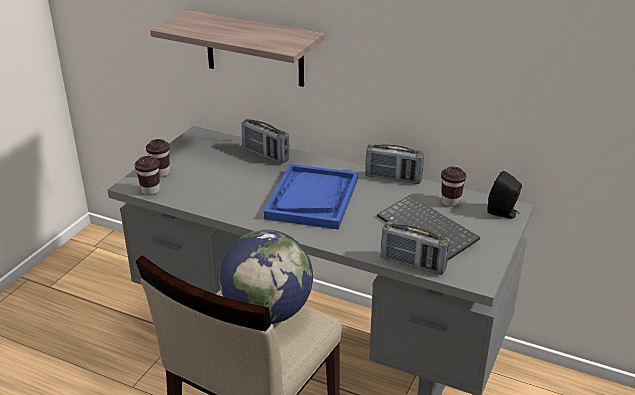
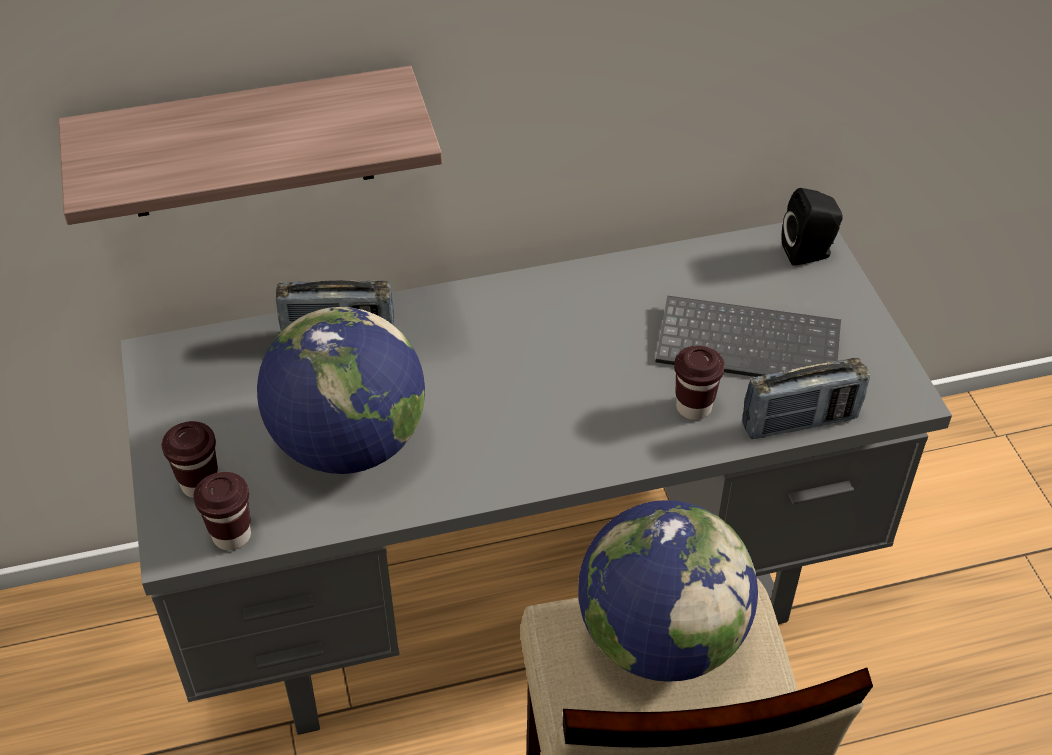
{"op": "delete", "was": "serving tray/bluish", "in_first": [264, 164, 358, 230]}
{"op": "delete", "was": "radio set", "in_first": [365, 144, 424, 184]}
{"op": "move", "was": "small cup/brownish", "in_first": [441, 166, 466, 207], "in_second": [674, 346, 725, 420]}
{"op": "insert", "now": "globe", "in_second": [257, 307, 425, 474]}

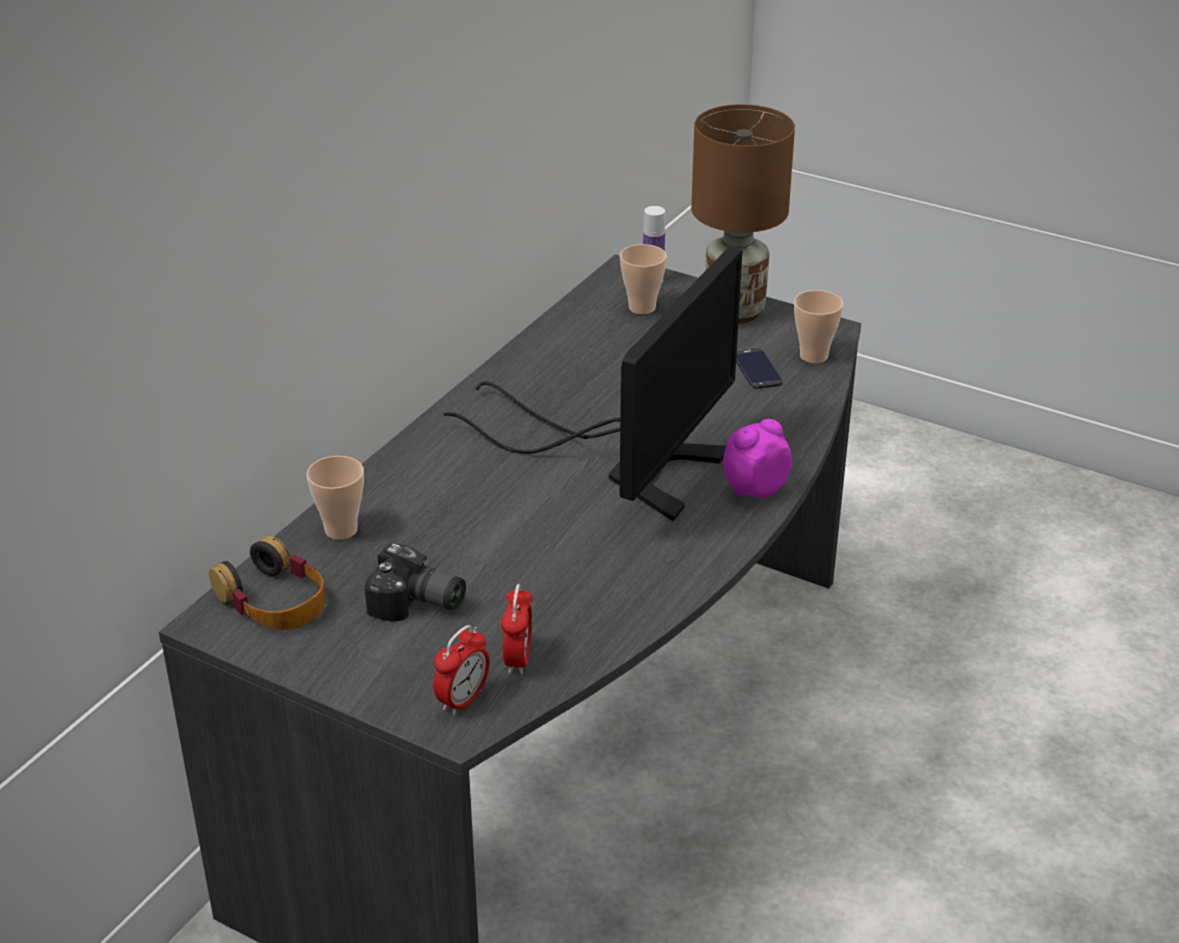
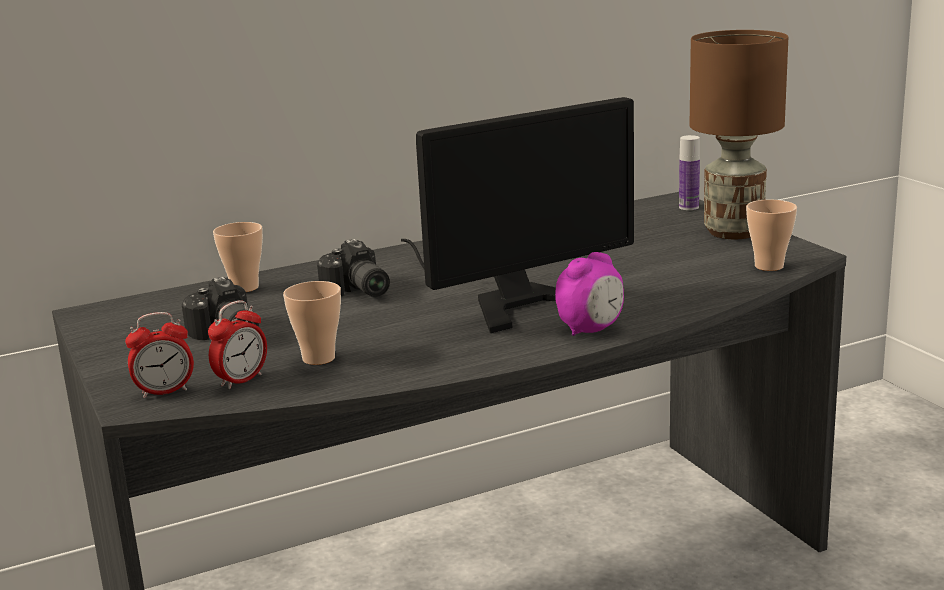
{"op": "delete", "was": "headset", "in_first": [209, 536, 325, 630]}
{"op": "move", "was": "small cup", "in_first": [620, 244, 667, 314], "in_second": [283, 281, 341, 365]}
{"op": "rotate", "was": "table clock", "in_first": [723, 419, 792, 498], "in_second": [555, 252, 624, 336], "clockwise": 135}
{"op": "delete", "was": "handset", "in_first": [736, 347, 783, 389]}
{"op": "insert", "now": "still camera", "in_second": [317, 239, 390, 297]}

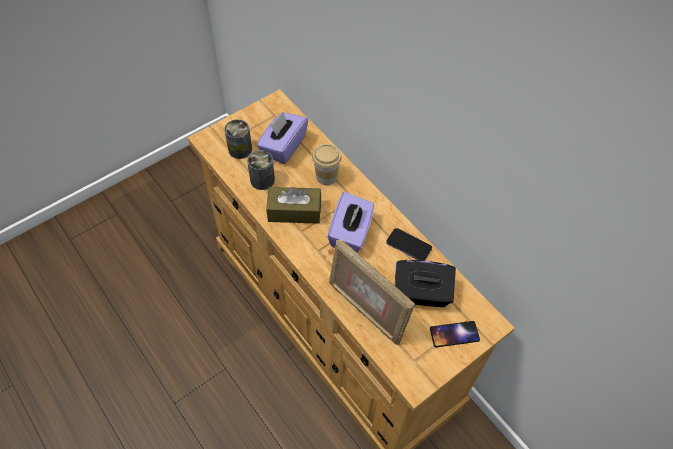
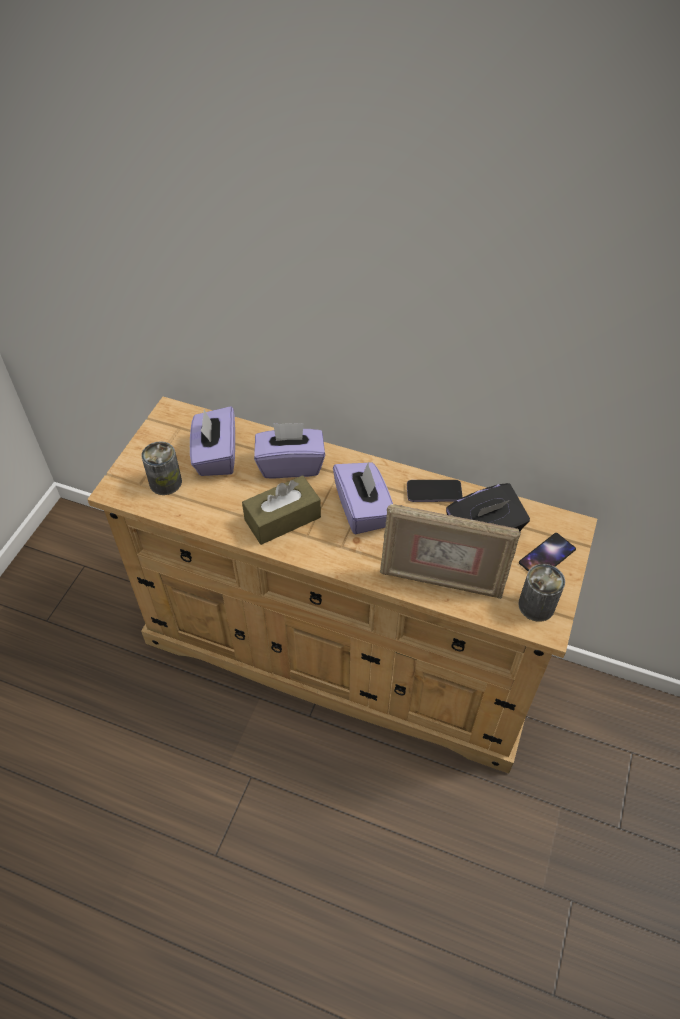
{"op": "move", "was": "metal can", "in_first": [247, 150, 275, 190], "in_second": [518, 564, 565, 622]}
{"op": "replace", "was": "small cup", "now": "tissue box/purple", "in_first": [312, 144, 342, 185], "in_second": [254, 423, 325, 478]}

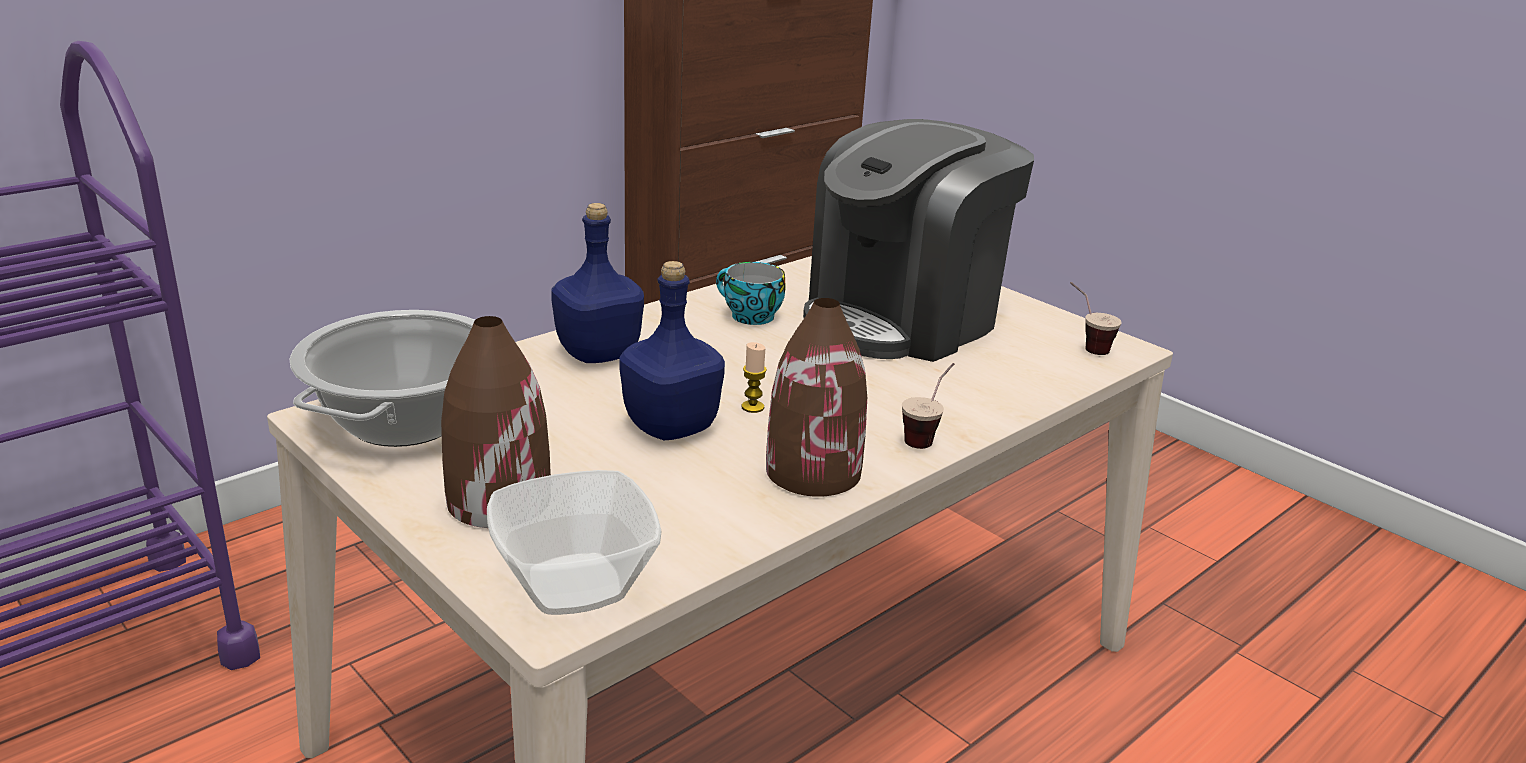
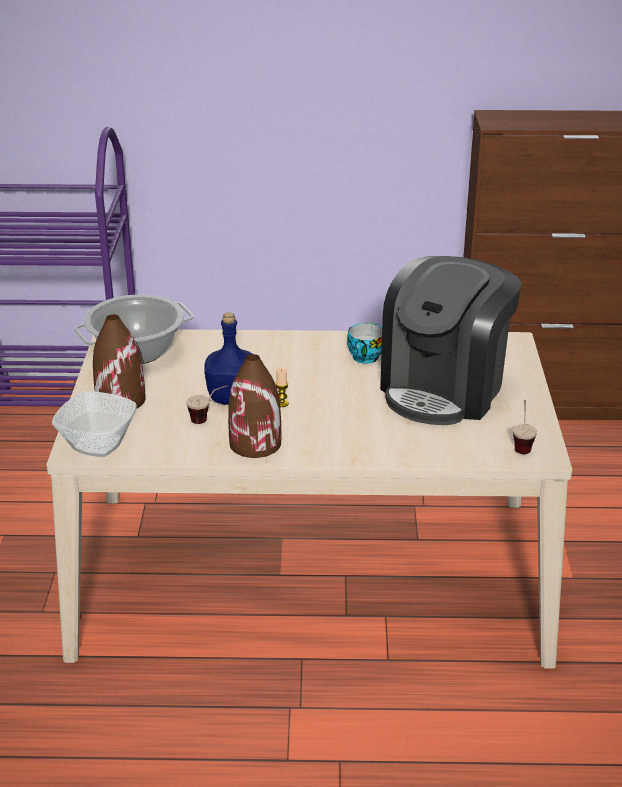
{"op": "delete", "was": "beverage bottle/bluish", "in_first": [551, 203, 644, 363]}
{"op": "rotate", "was": "coffee maker", "in_first": [803, 119, 1034, 362], "in_second": [380, 256, 522, 425], "clockwise": -60}
{"op": "move", "was": "small cup", "in_first": [902, 363, 954, 449], "in_second": [186, 385, 228, 424]}

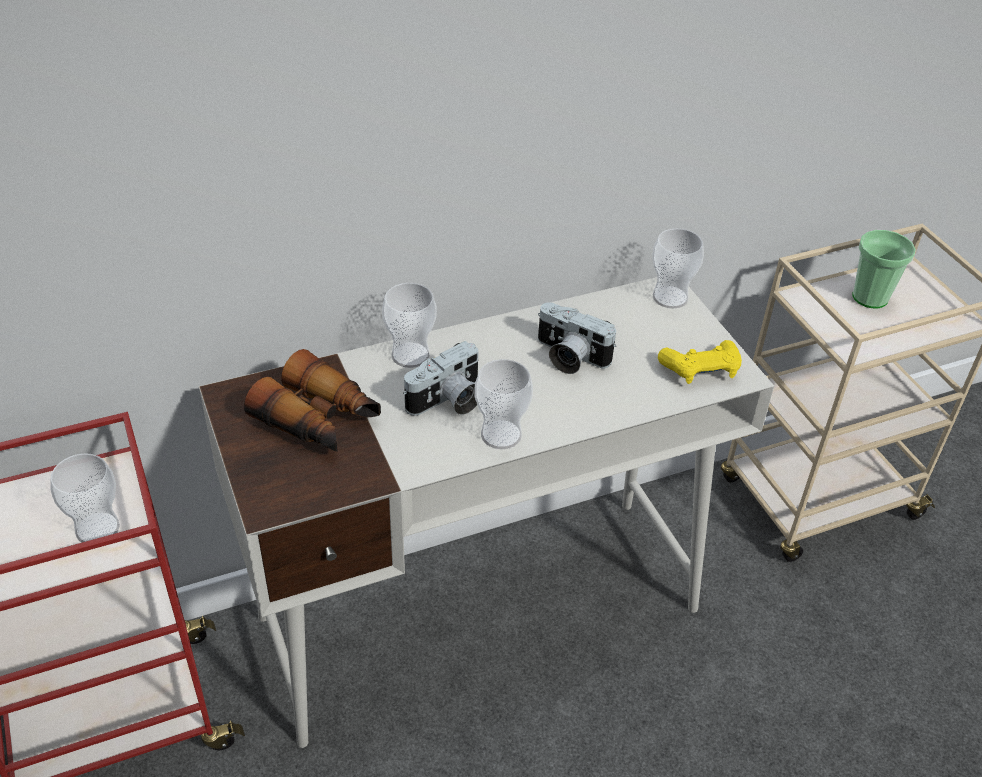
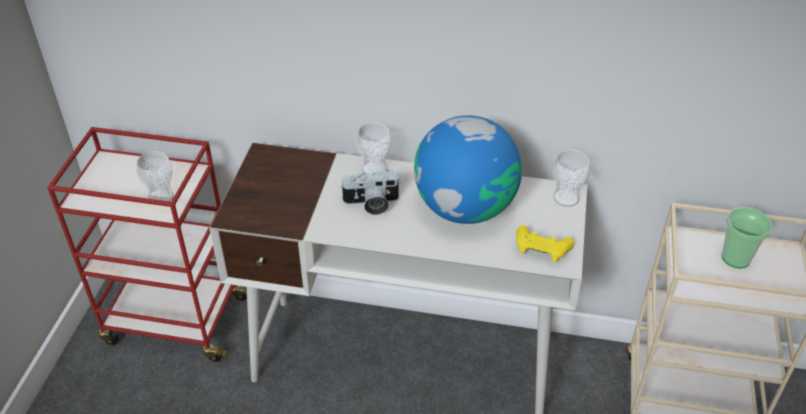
{"op": "delete", "was": "field glasses", "in_first": [244, 349, 381, 452]}
{"op": "delete", "was": "small cup", "in_first": [475, 359, 533, 449]}
{"op": "replace", "was": "still camera", "now": "globe", "in_first": [538, 302, 617, 374], "in_second": [414, 115, 522, 224]}

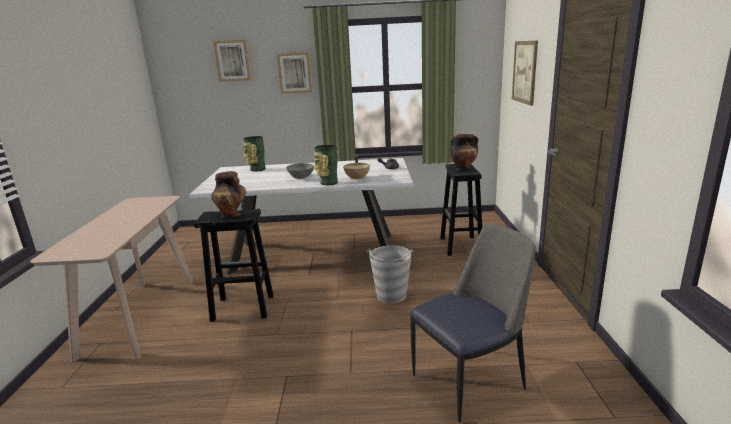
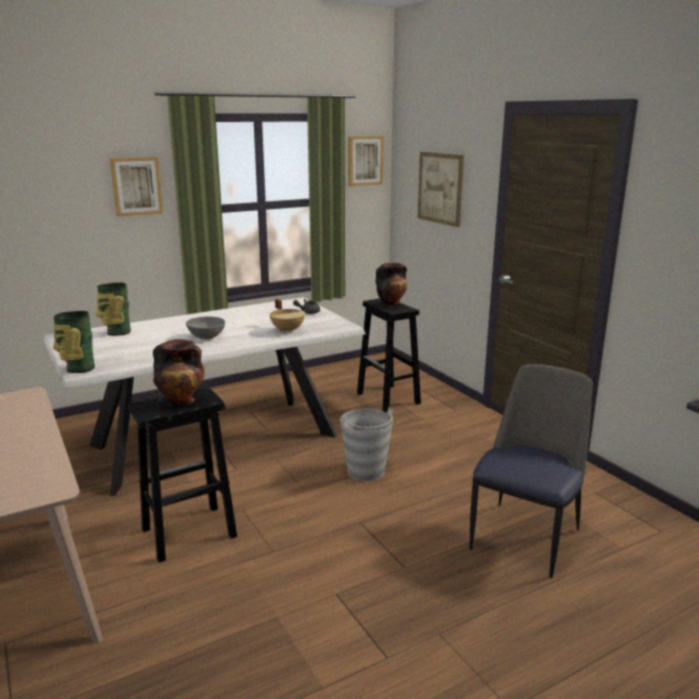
{"op": "move", "was": "picture", "in_first": [213, 40, 251, 82], "in_second": [348, 136, 384, 186]}
{"op": "move", "was": "vase", "in_first": [314, 145, 338, 186], "in_second": [53, 311, 95, 373]}

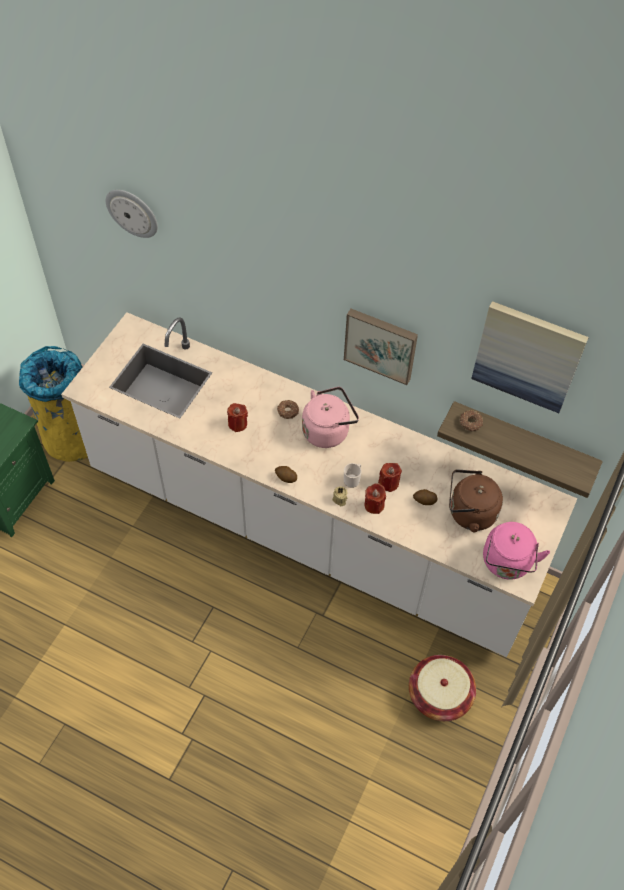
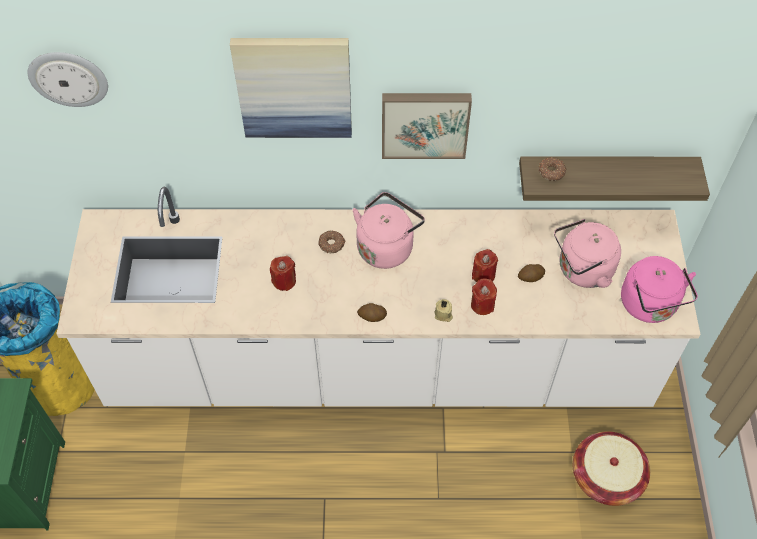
{"op": "delete", "was": "tea mug", "in_first": [344, 463, 361, 488]}
{"op": "recolor", "was": "kettle/brownish", "now": "kettle/pinkish", "in_first": [449, 470, 503, 533], "in_second": [554, 219, 621, 288]}
{"op": "move", "was": "picture", "in_first": [471, 301, 589, 413], "in_second": [230, 38, 352, 138]}

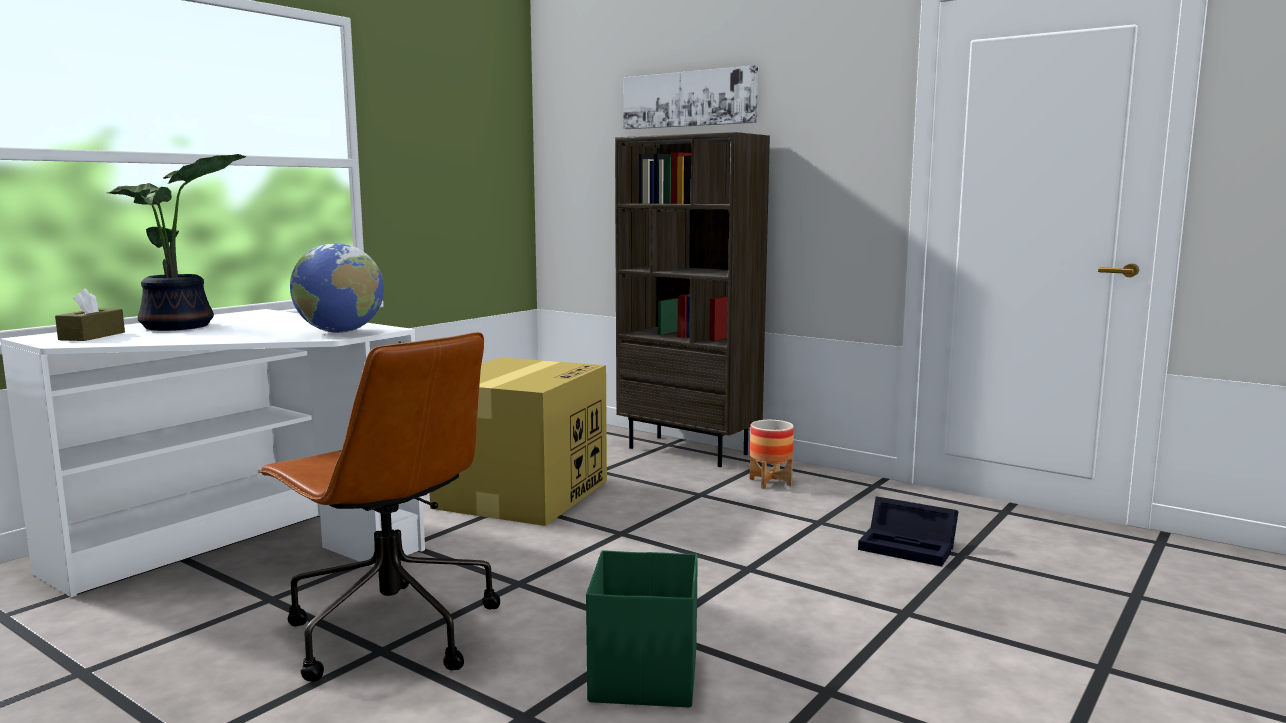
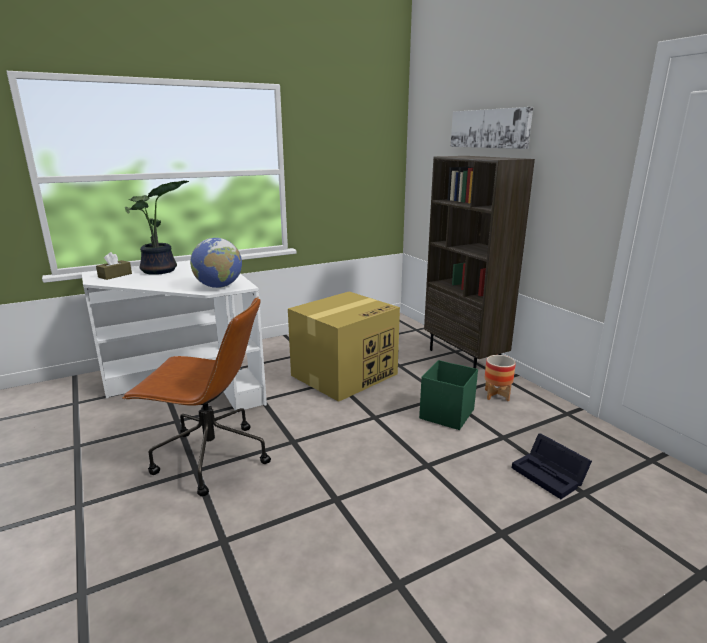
{"op": "rotate", "was": "desk chair/brownish", "in_first": [258, 332, 500, 682], "in_second": [122, 297, 271, 496], "clockwise": -60}
{"op": "move", "was": "storage container/green-coloured", "in_first": [586, 550, 698, 708], "in_second": [419, 360, 478, 430]}

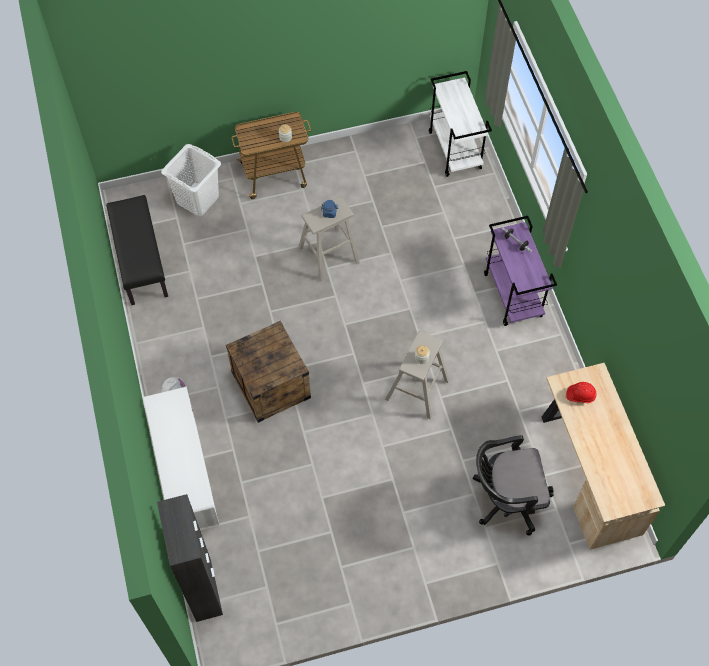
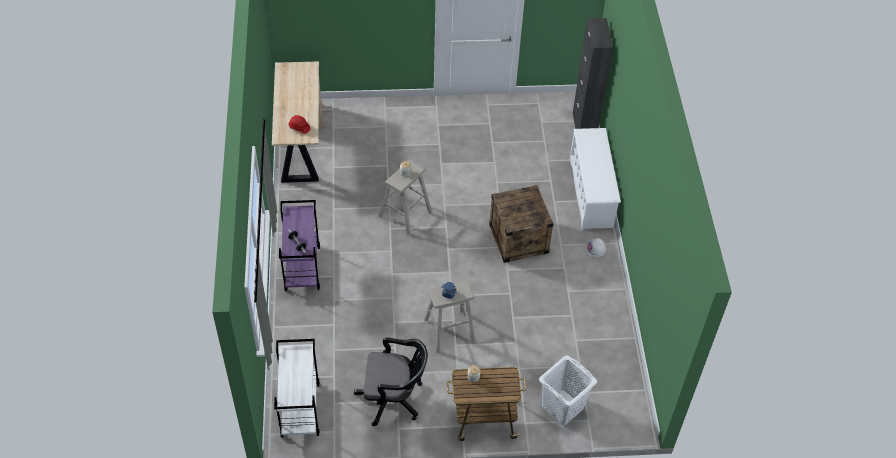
{"op": "delete", "was": "bench/black-coloured", "in_first": [106, 195, 168, 305]}
{"op": "move", "was": "desk chair/black-coloured", "in_first": [472, 435, 554, 535], "in_second": [354, 337, 428, 426]}

